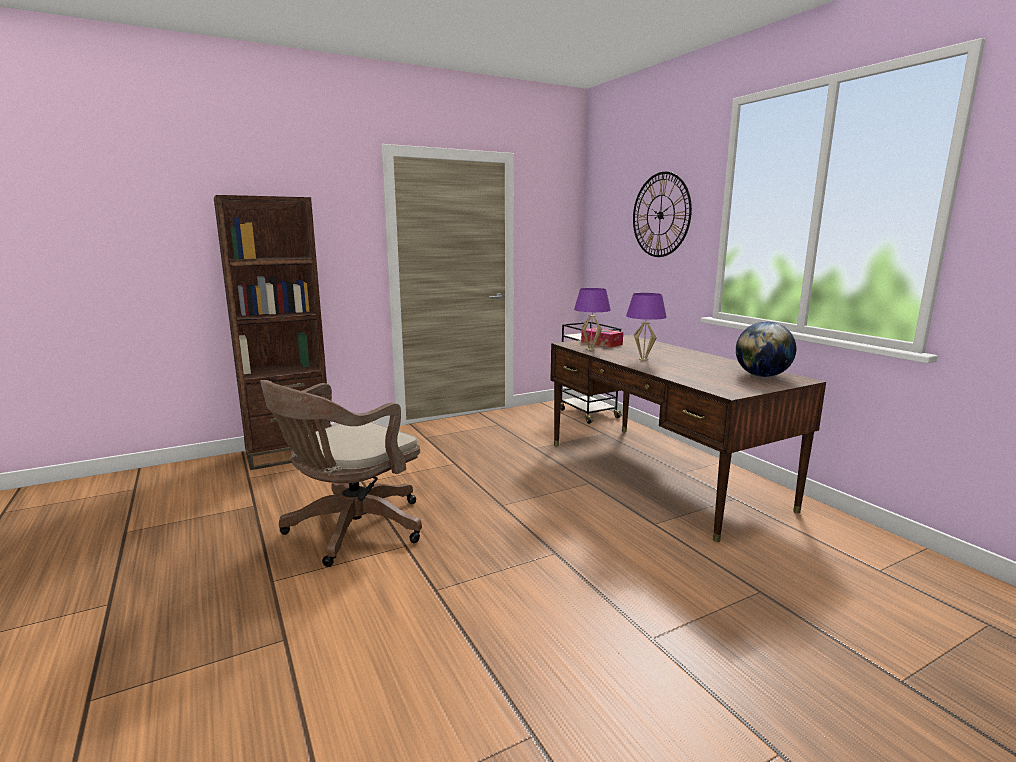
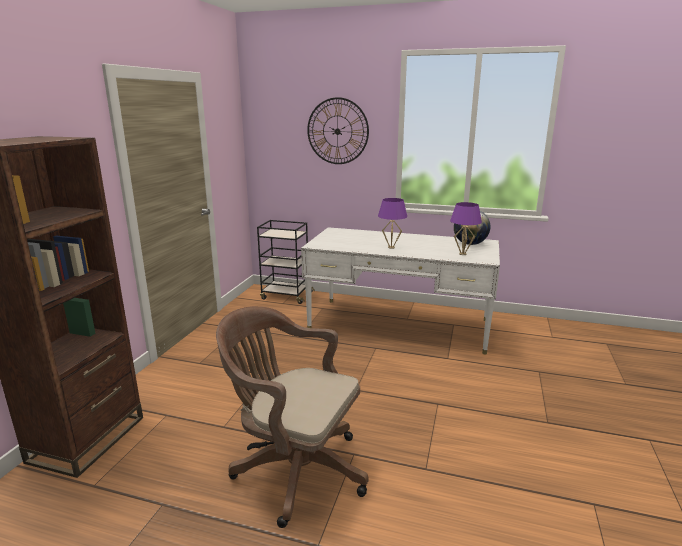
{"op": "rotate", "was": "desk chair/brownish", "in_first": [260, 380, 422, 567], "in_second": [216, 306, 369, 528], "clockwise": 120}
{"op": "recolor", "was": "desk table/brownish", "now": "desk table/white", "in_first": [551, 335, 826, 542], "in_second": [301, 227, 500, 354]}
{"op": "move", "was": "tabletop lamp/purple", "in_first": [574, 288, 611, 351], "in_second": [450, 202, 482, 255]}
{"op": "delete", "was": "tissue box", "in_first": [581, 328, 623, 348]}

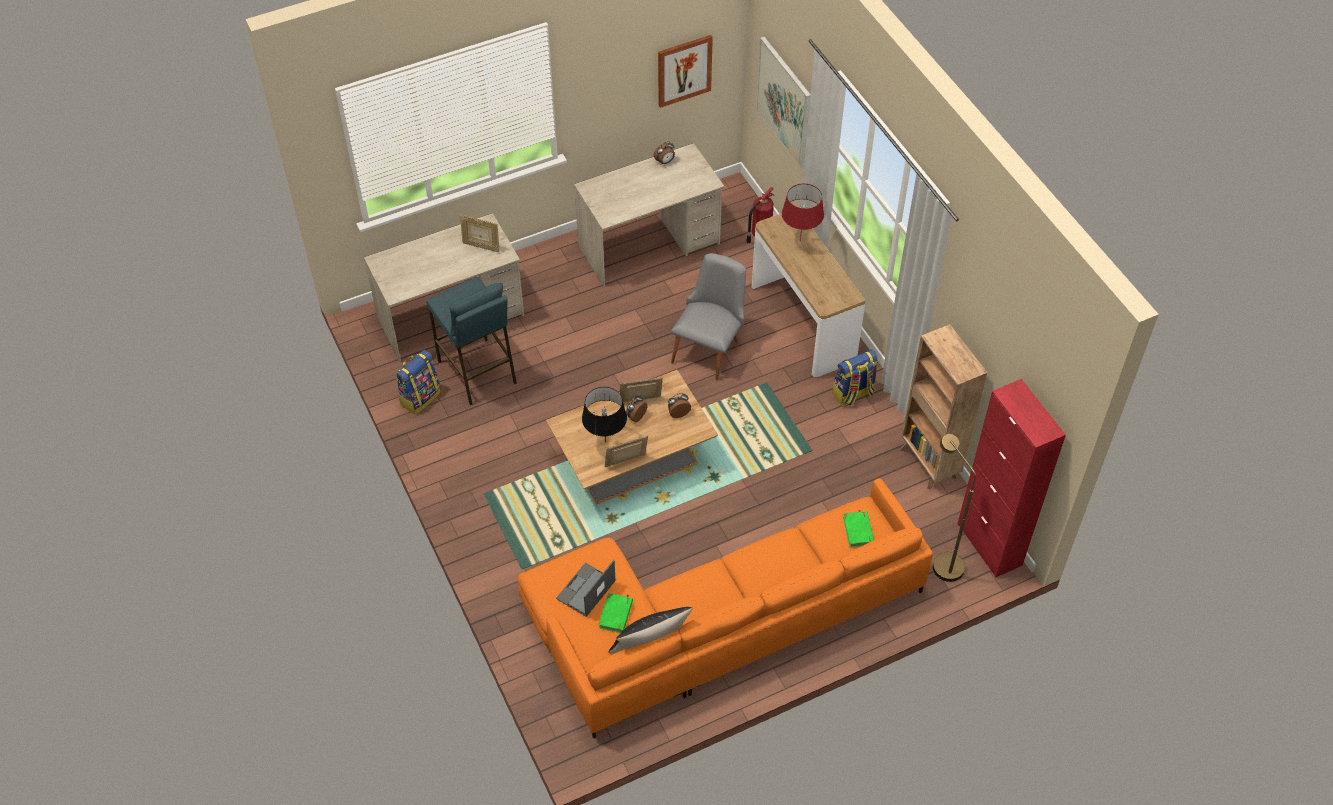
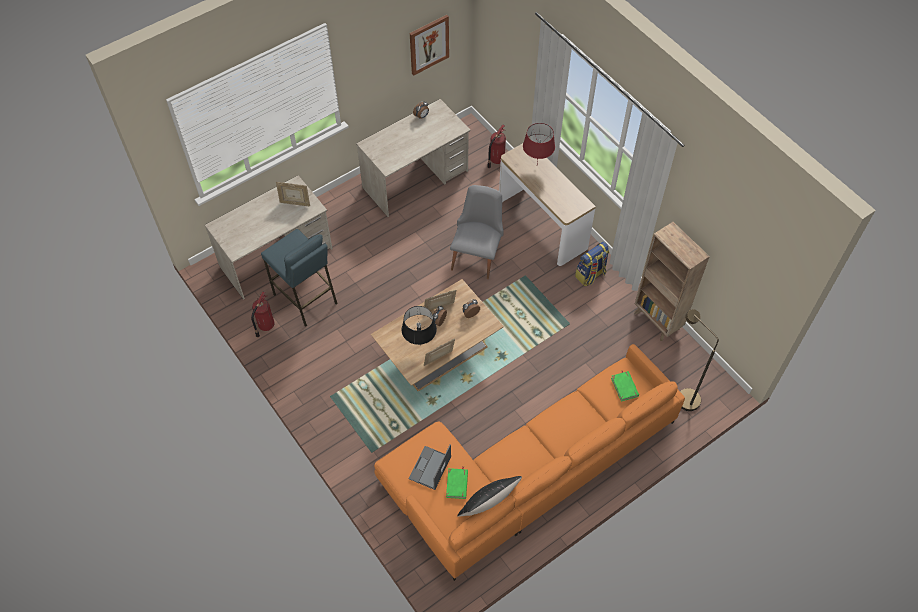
{"op": "replace", "was": "knapsack", "now": "fire extinguisher", "in_first": [396, 350, 441, 415], "in_second": [251, 292, 274, 338]}
{"op": "delete", "was": "picture", "in_first": [756, 37, 811, 168]}
{"op": "delete", "was": "storage cabinet/red", "in_first": [958, 379, 1066, 578]}

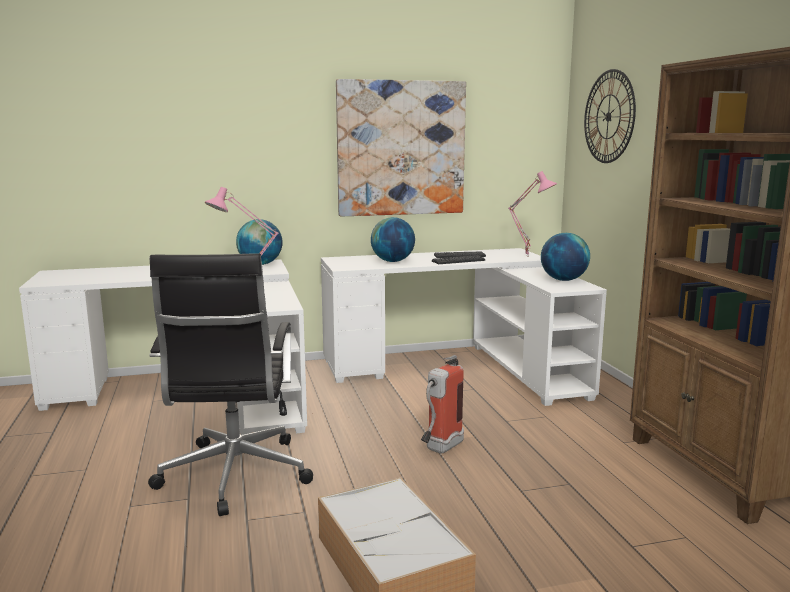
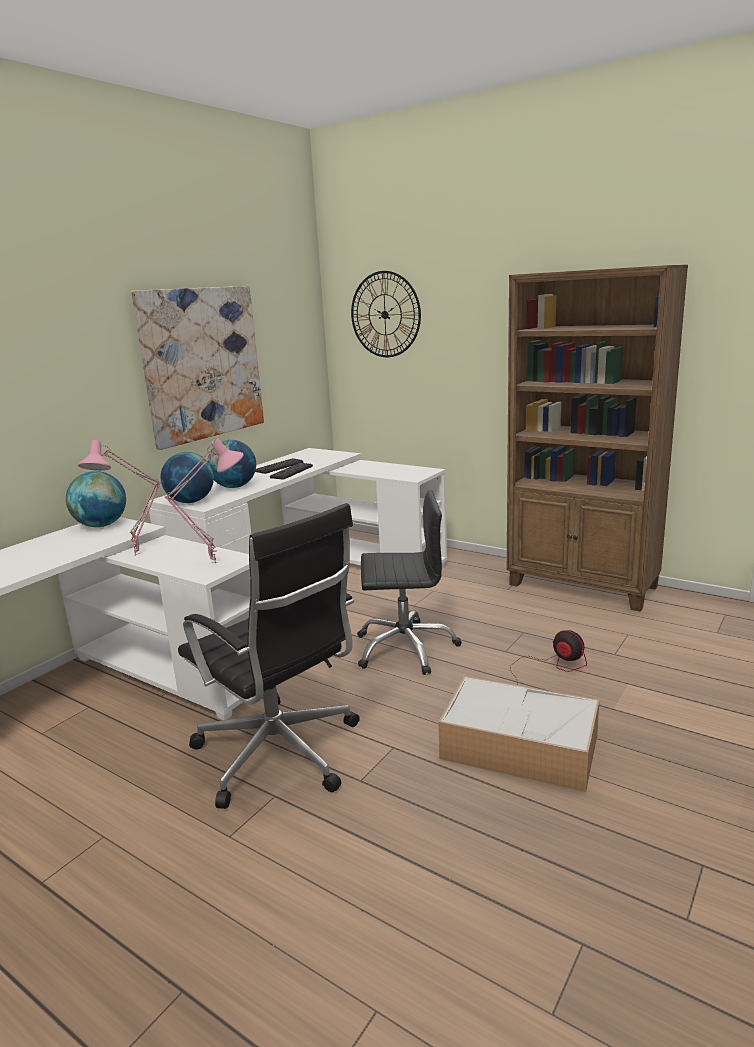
{"op": "replace", "was": "fire extinguisher", "now": "desk chair/black-coloured", "in_first": [421, 355, 464, 454], "in_second": [357, 490, 462, 675]}
{"op": "move", "was": "tabletop lamp/pinkish", "in_first": [508, 171, 557, 254], "in_second": [165, 438, 244, 563]}
{"op": "move", "was": "globe", "in_first": [541, 233, 590, 281], "in_second": [161, 452, 214, 503]}
{"op": "insert", "now": "fan", "in_second": [510, 630, 587, 684]}

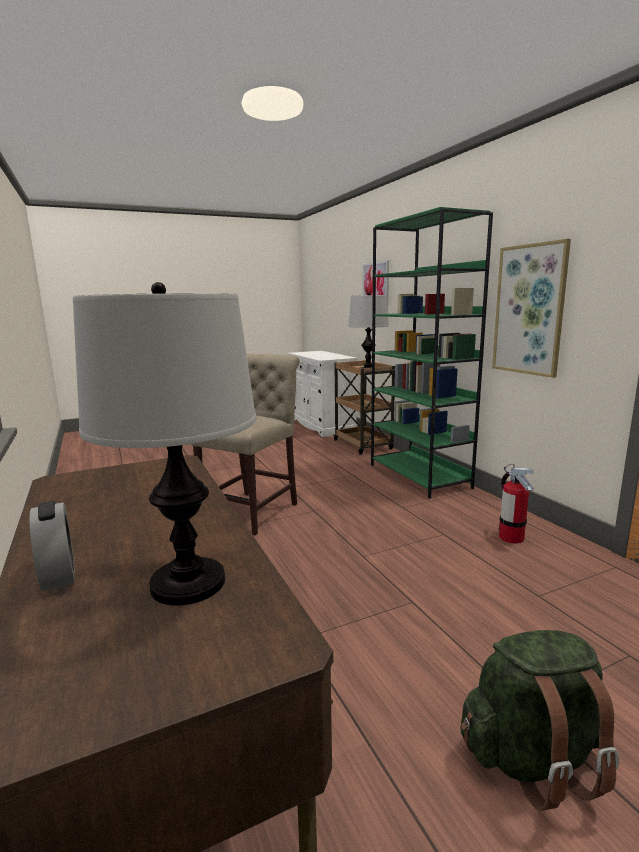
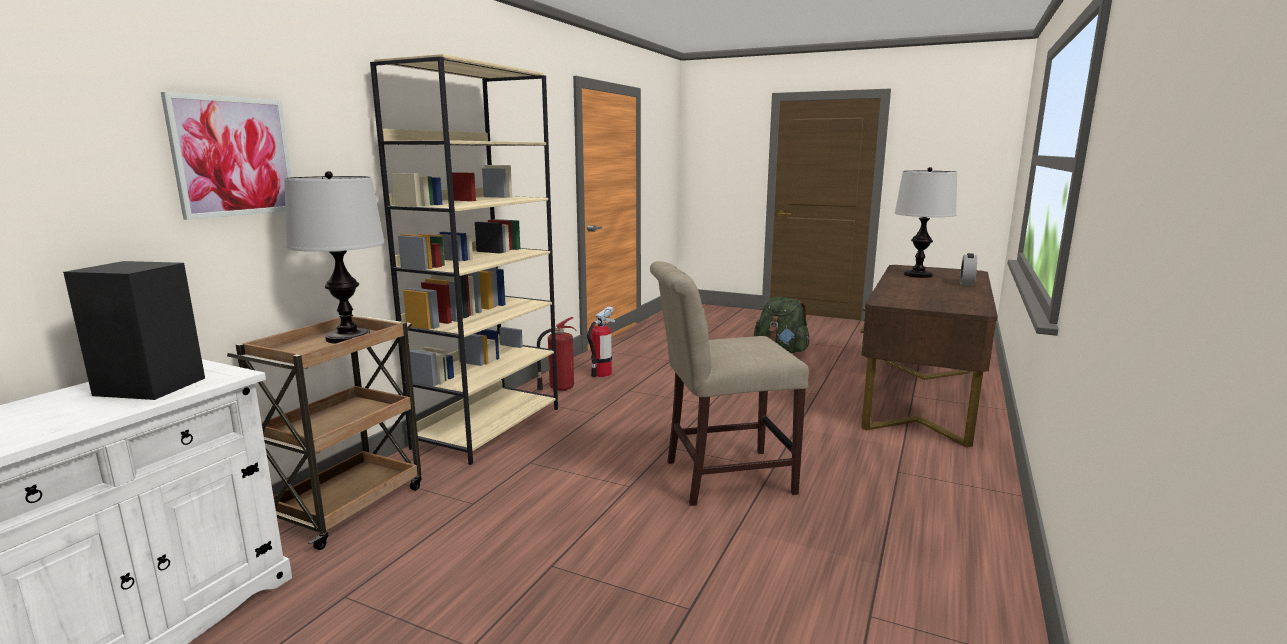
{"op": "recolor", "was": "bookshelf/green-coloured", "now": "bookshelf/beige", "in_first": [371, 207, 493, 499], "in_second": [370, 54, 558, 465]}
{"op": "delete", "was": "picture", "in_first": [492, 239, 571, 378]}
{"op": "insert", "now": "loudspeaker/black-coloured", "in_second": [63, 261, 205, 400]}
{"op": "insert", "now": "fire extinguisher", "in_second": [537, 317, 577, 391]}

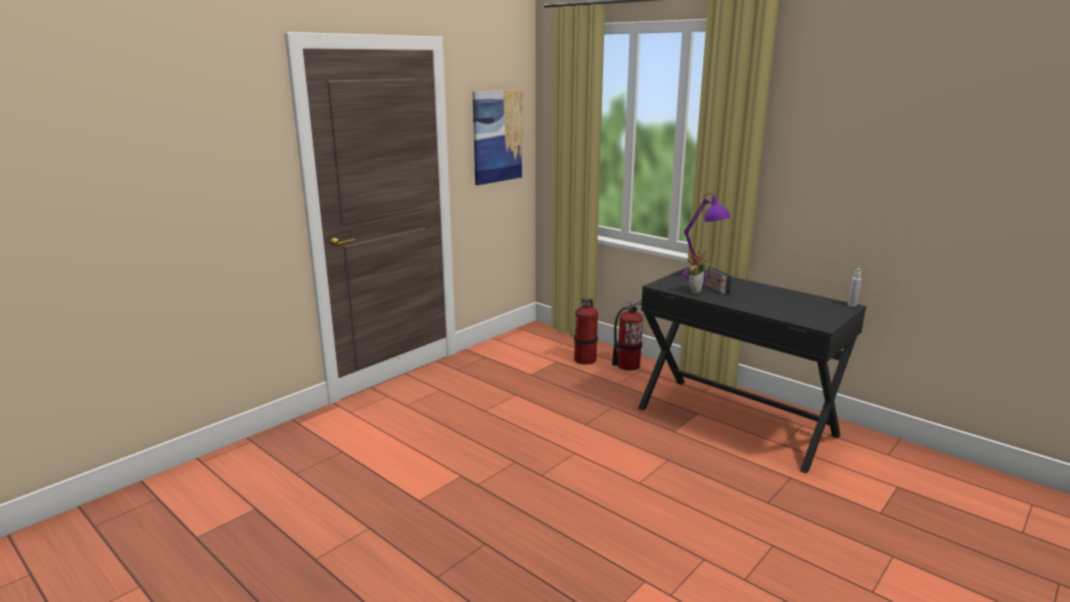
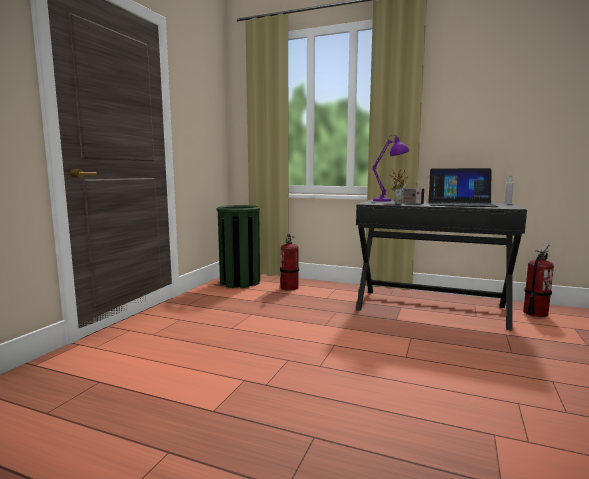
{"op": "delete", "was": "picture", "in_first": [473, 90, 523, 185]}
{"op": "move", "was": "fire extinguisher", "in_first": [612, 298, 643, 371], "in_second": [523, 244, 554, 317]}
{"op": "insert", "now": "rubbish bin/green-coloured", "in_second": [217, 205, 260, 288]}
{"op": "insert", "now": "laptop", "in_second": [429, 168, 498, 207]}

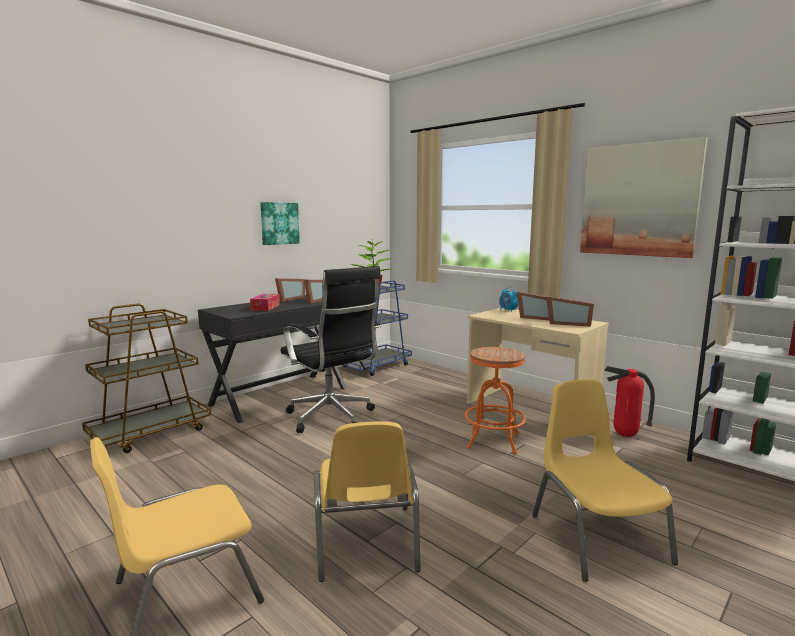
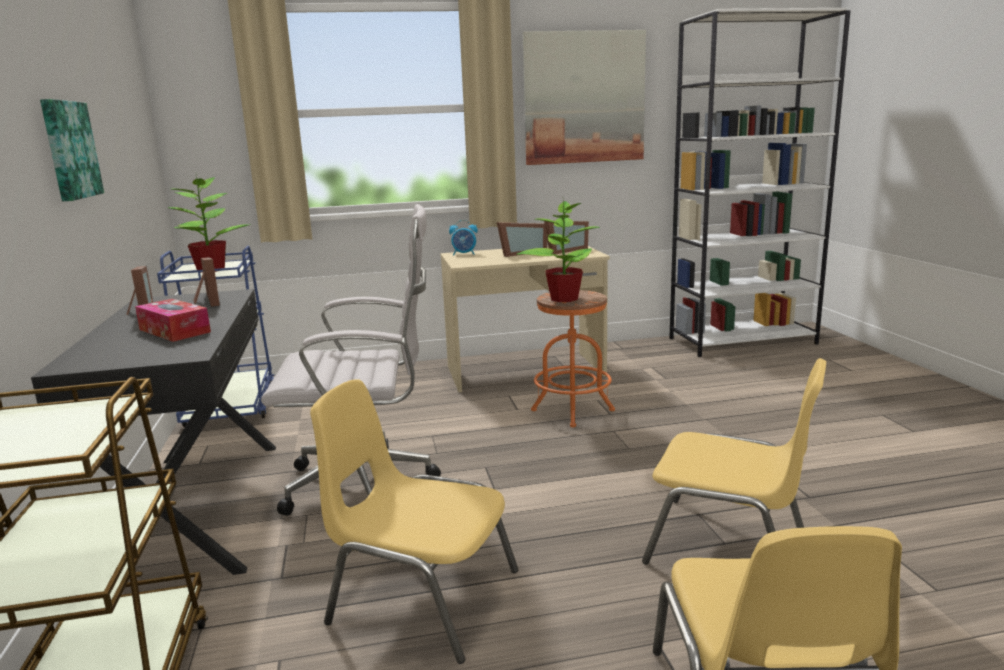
{"op": "recolor", "was": "desk chair/black-coloured", "now": "desk chair/white", "in_first": [280, 266, 381, 433], "in_second": [261, 204, 441, 516]}
{"op": "move", "was": "plain chair/yellow", "in_first": [532, 379, 678, 582], "in_second": [310, 379, 518, 664]}
{"op": "delete", "was": "fire extinguisher", "in_first": [605, 366, 655, 437]}
{"op": "insert", "now": "plant in a pot", "in_second": [517, 199, 600, 302]}

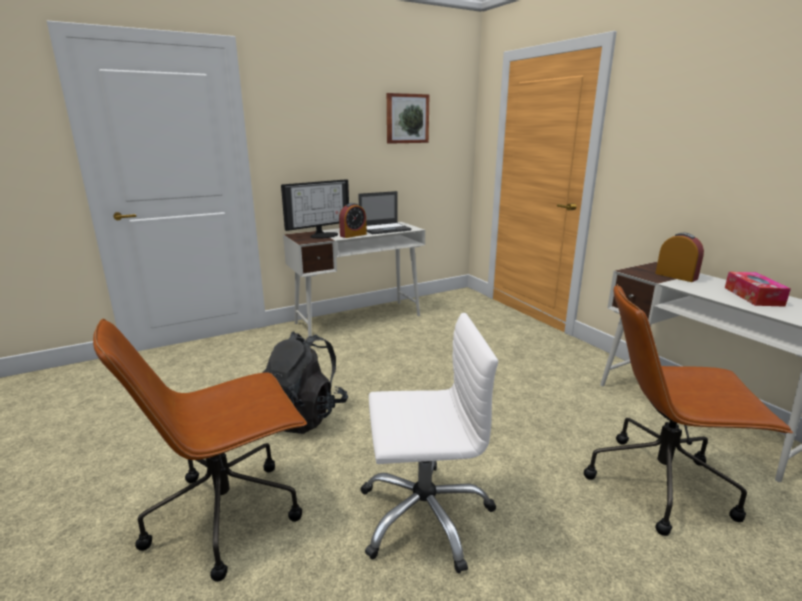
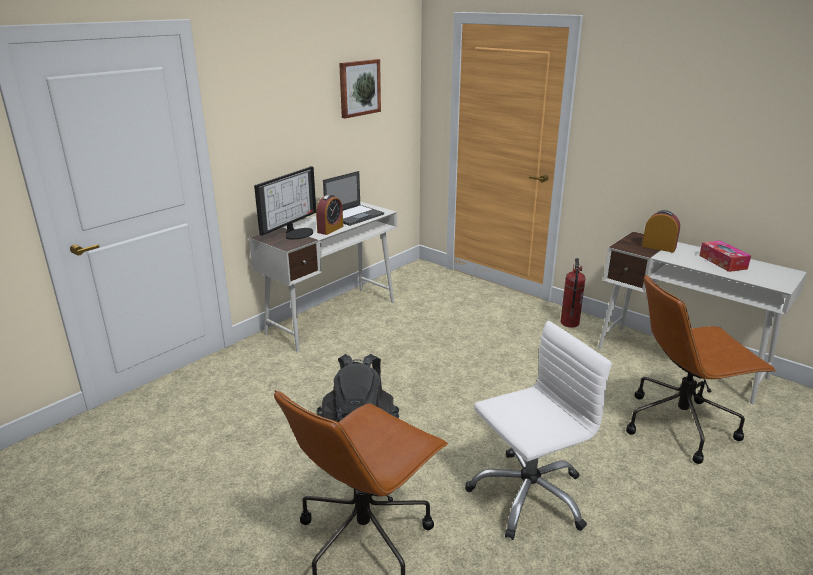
{"op": "insert", "now": "fire extinguisher", "in_second": [560, 258, 586, 328]}

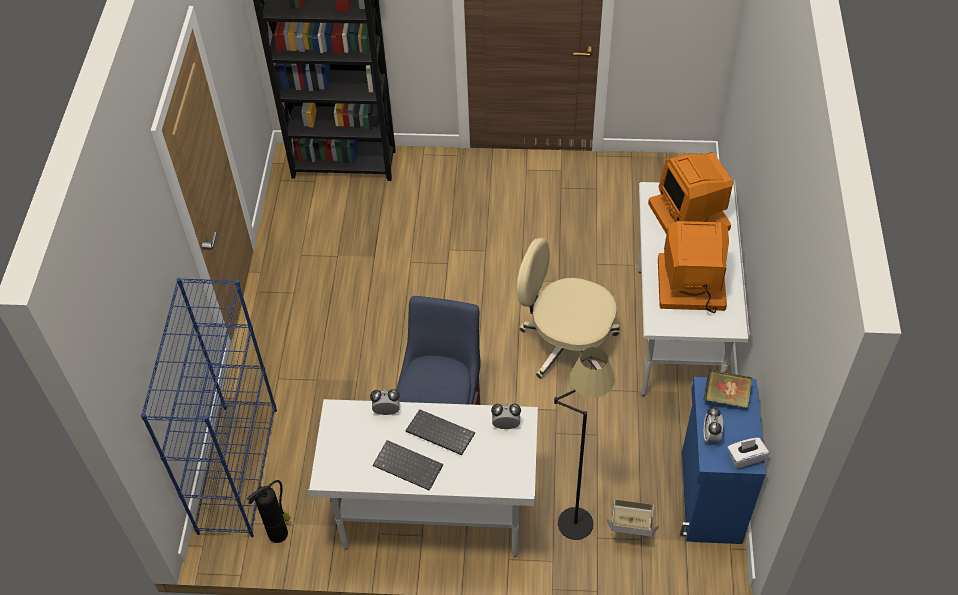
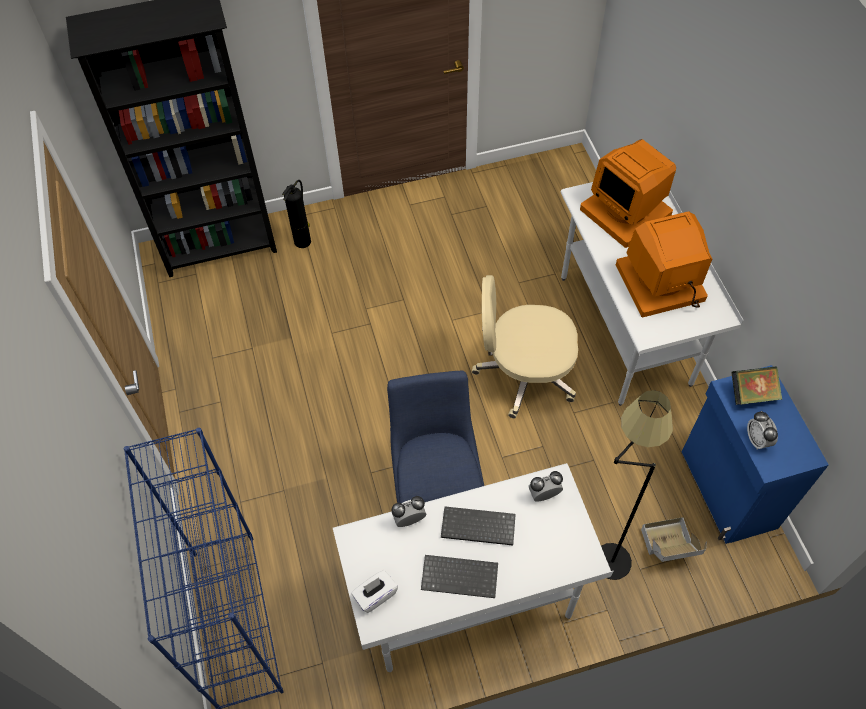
{"op": "move", "was": "fire extinguisher", "in_first": [247, 480, 290, 543], "in_second": [282, 180, 311, 248]}
{"op": "move", "was": "tissue box/white", "in_first": [728, 438, 769, 468], "in_second": [351, 570, 398, 613]}

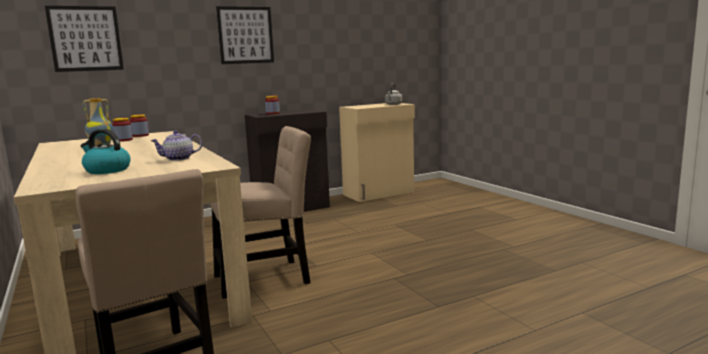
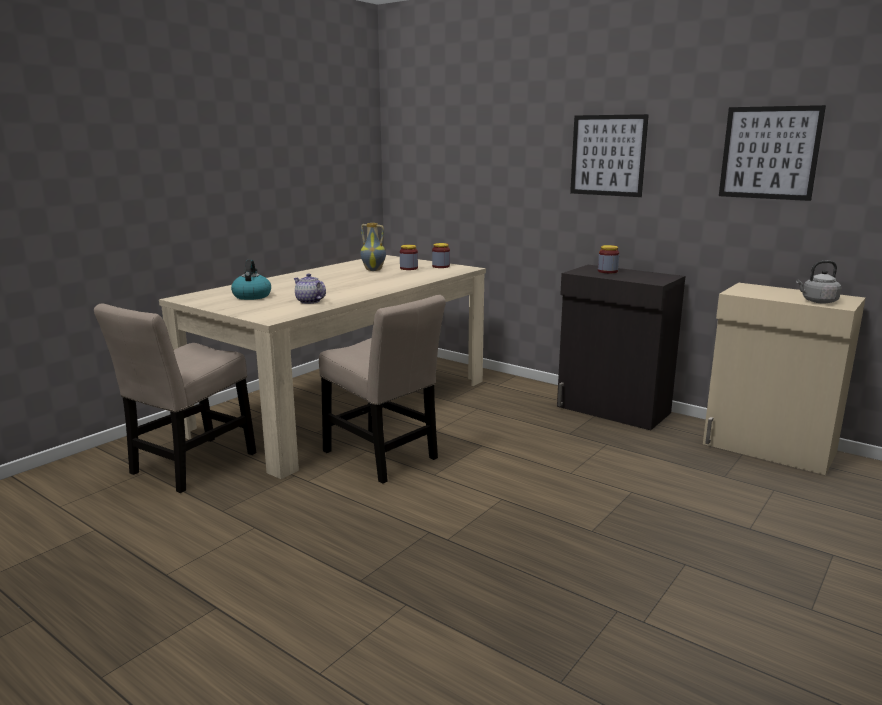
{"op": "move", "was": "picture", "in_first": [45, 6, 124, 72], "in_second": [719, 105, 826, 201]}

